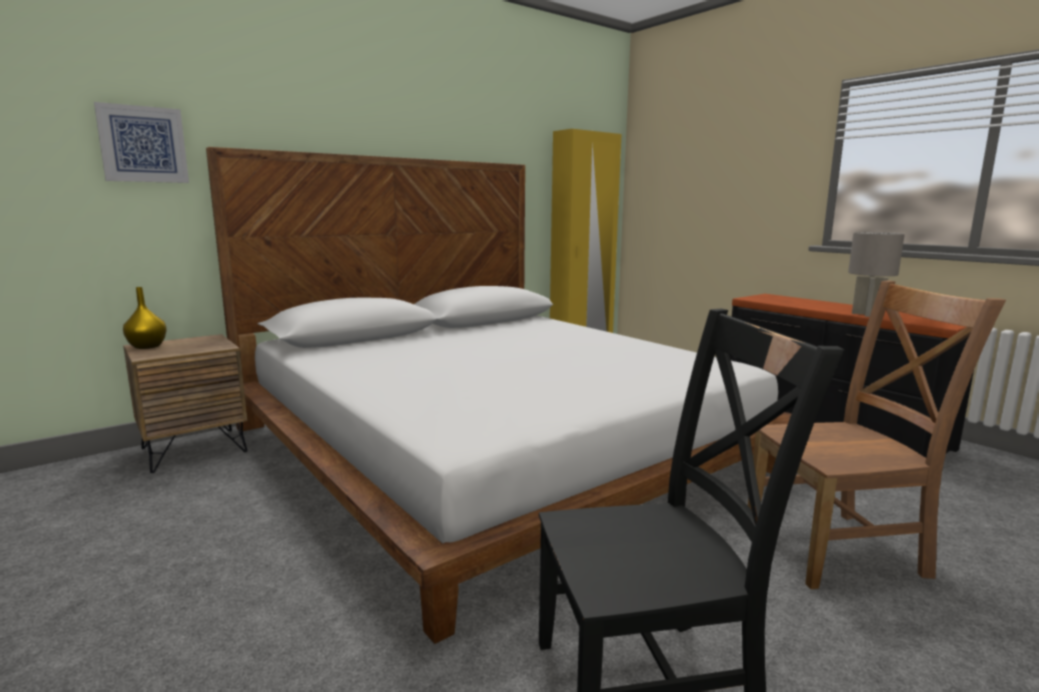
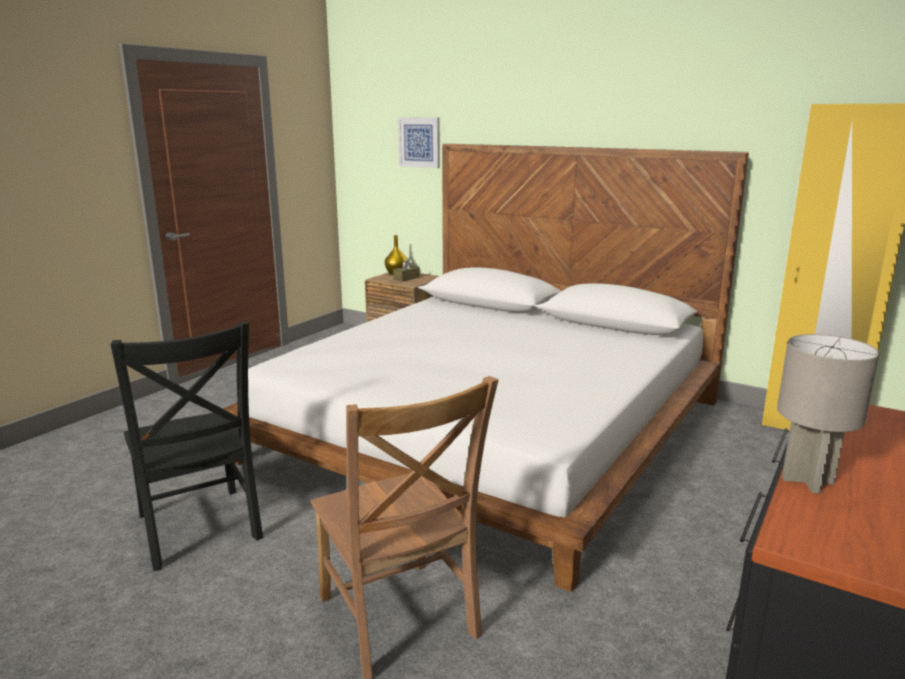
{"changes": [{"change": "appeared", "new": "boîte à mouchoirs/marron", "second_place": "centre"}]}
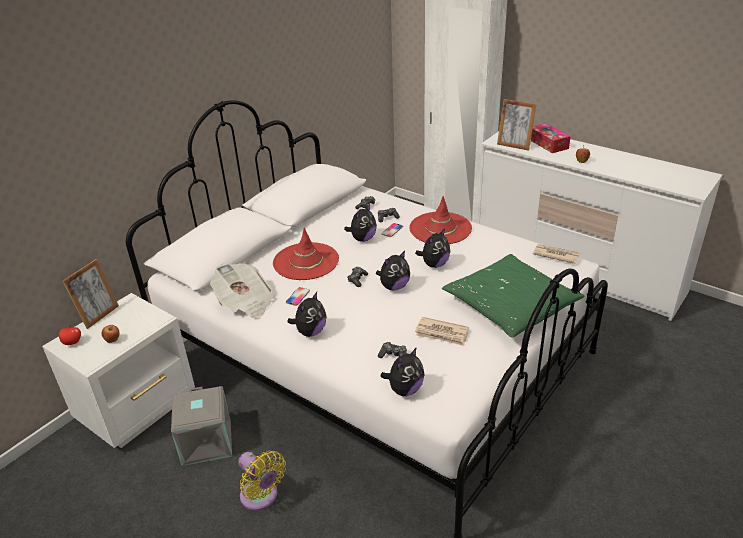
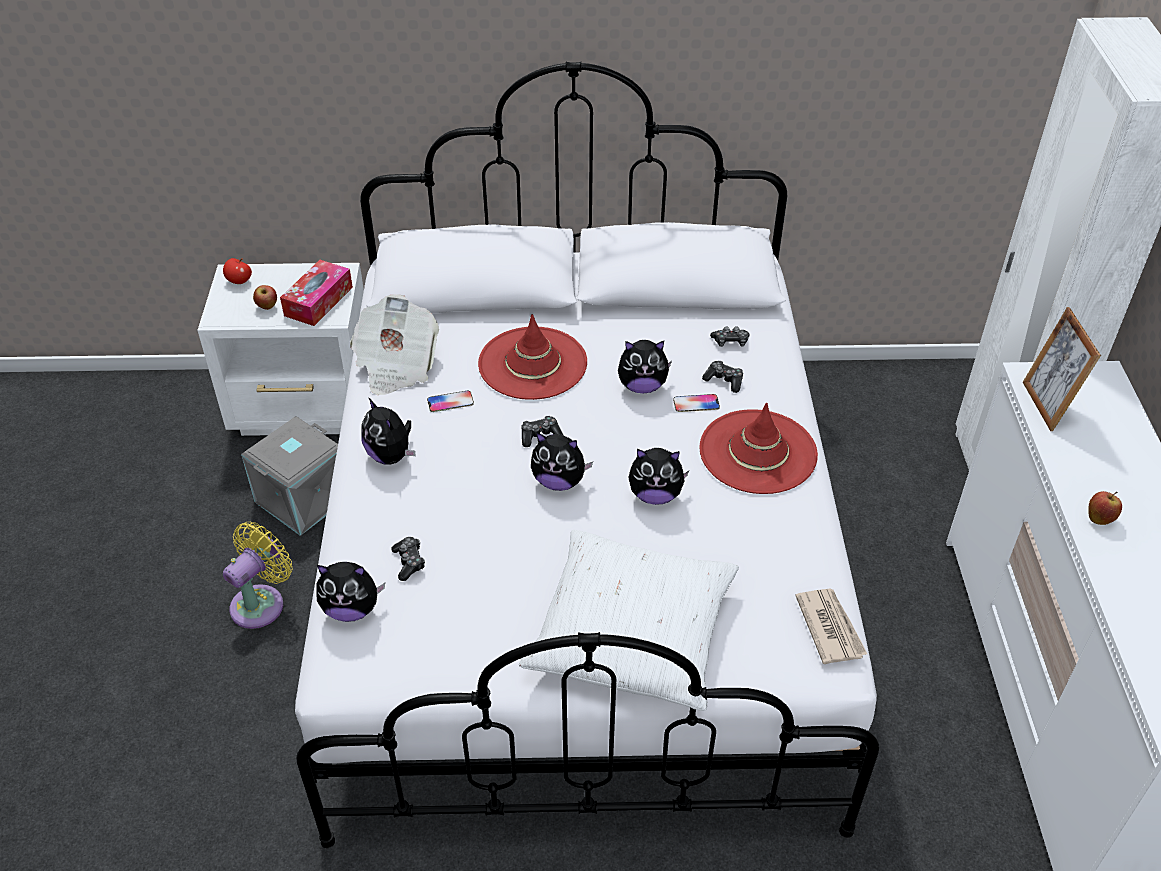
{"changes": [{"change": "relocated", "old": "boîte à mouchoirs", "first_place": "top right", "second_place": "middle left"}, {"change": "colour", "old": "coussin/vert", "new": "coussin/blanc", "first_place": "middle right", "second_place": "bottom centre"}, {"change": "missing", "old": "cadre photo (no. 1 from left)", "first_place": "middle left"}, {"change": "spun", "old": "peluche (no. 1 from left in the first image)", "first_place": "centre", "second_place": "centre", "degrees": 60}, {"change": "missing", "old": "journal (no. 2 from left)", "first_place": "centre"}, {"change": "spun", "old": "ventilateur/jaune", "first_place": "bottom centre", "second_place": "middle left", "degrees": -150}]}
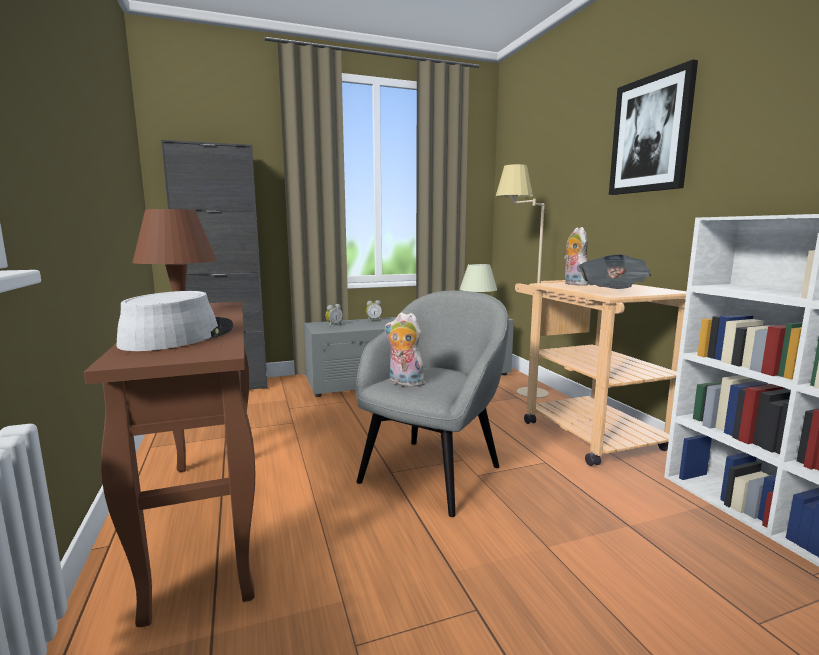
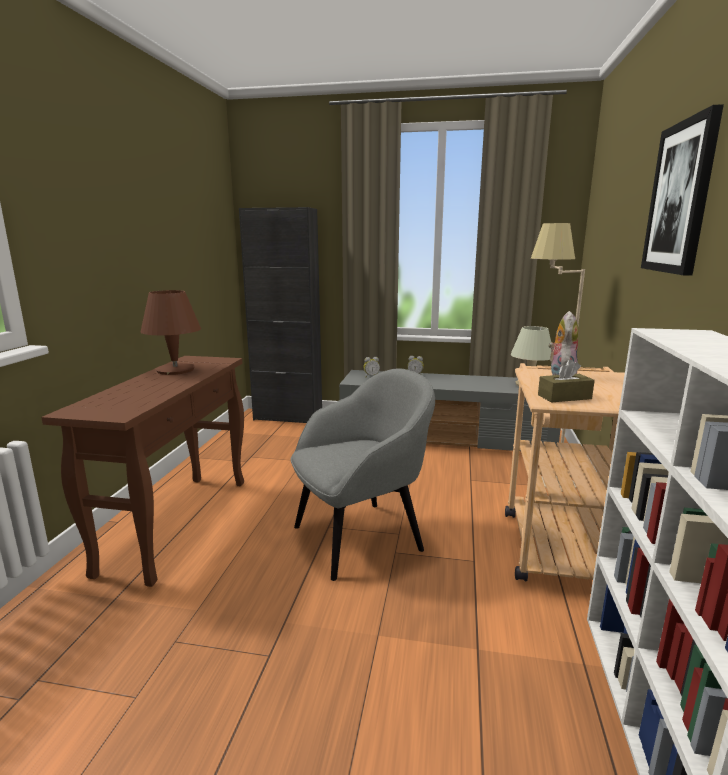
{"changes": [{"change": "exchanged", "old": "journal", "new": "boîte à mouchoirs/marron", "first_place": "middle right", "second_place": "middle right"}, {"change": "missing", "old": "chapeau/gris", "first_place": "middle left"}, {"change": "missing", "old": "peluche (no. 1 from left)", "first_place": "centre"}]}
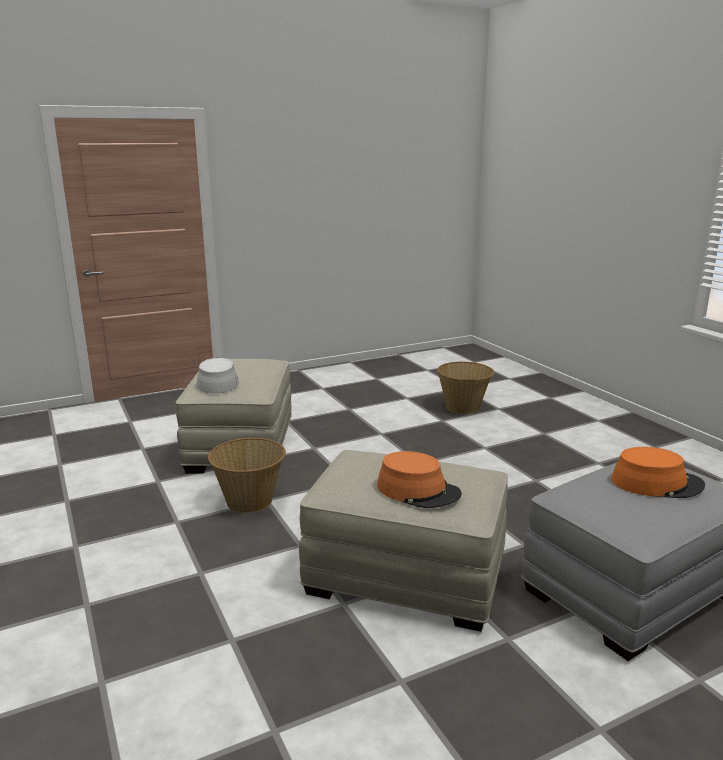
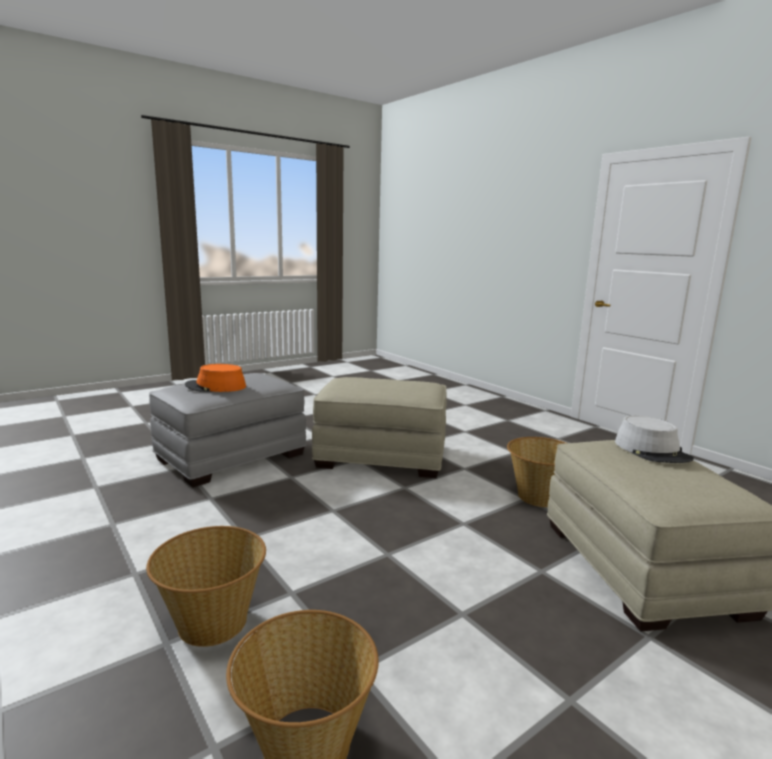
{"changes": [{"change": "missing", "old": "chapeau/orange (no. 1 from left)", "first_place": "centre"}, {"change": "appeared", "new": "panier (no. 1 from left)", "second_place": "bottom left"}]}
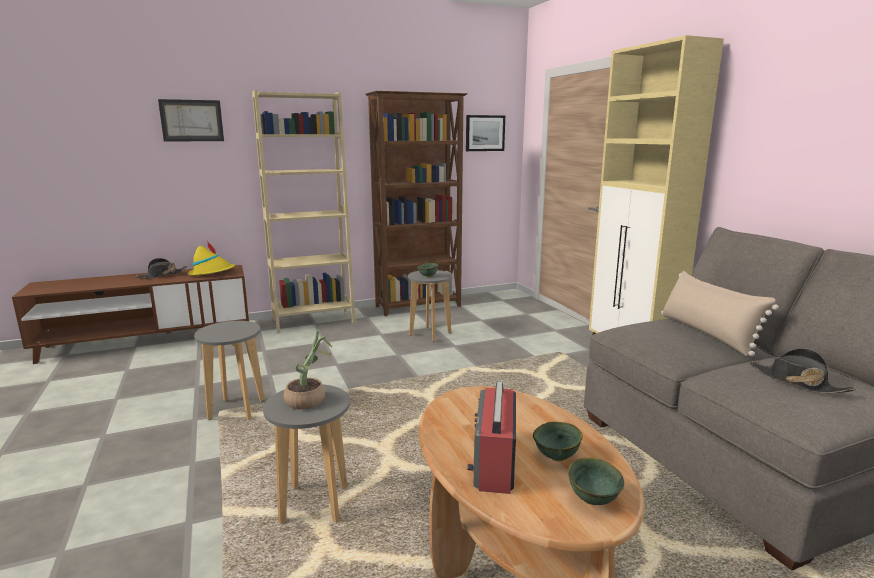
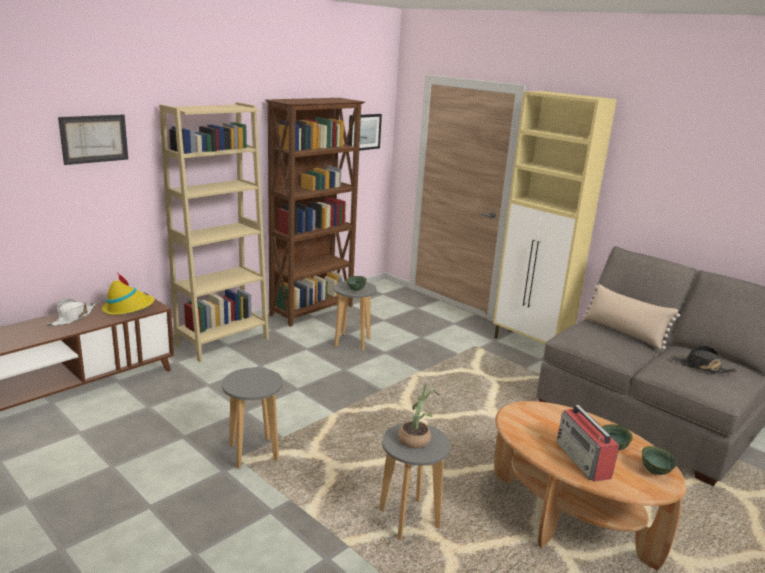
{"changes": [{"change": "colour", "old": "chapeau/noir (no. 1 from left)", "new": "chapeau/blanc", "first_place": "middle left", "second_place": "middle left"}]}
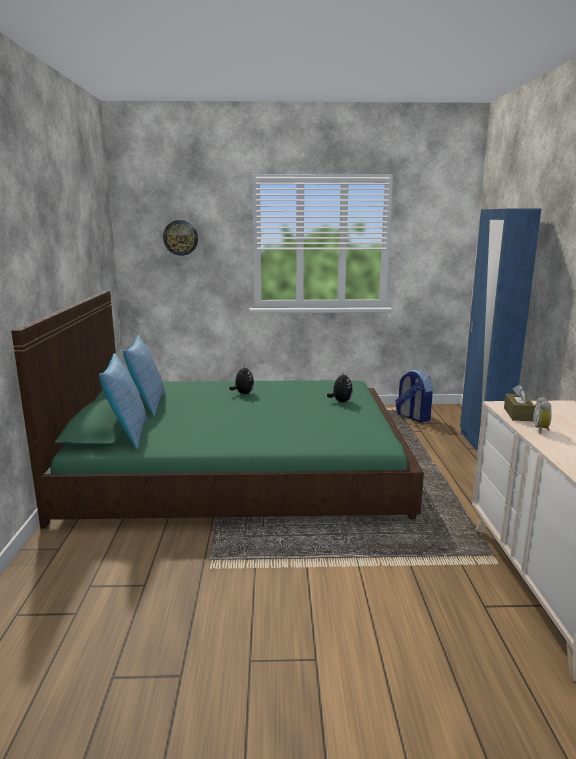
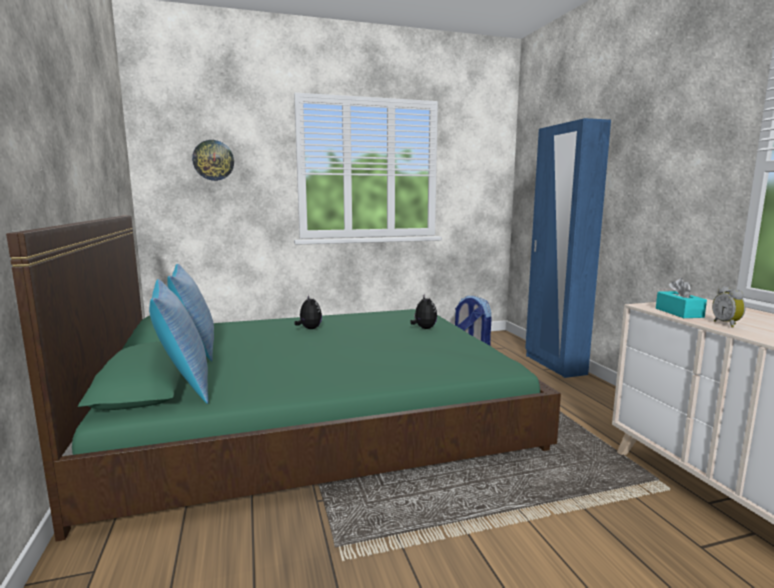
{"changes": [{"change": "colour", "old": "boîte à mouchoirs/marron", "new": "boîte à mouchoirs/turquoise", "first_place": "middle right", "second_place": "middle right"}]}
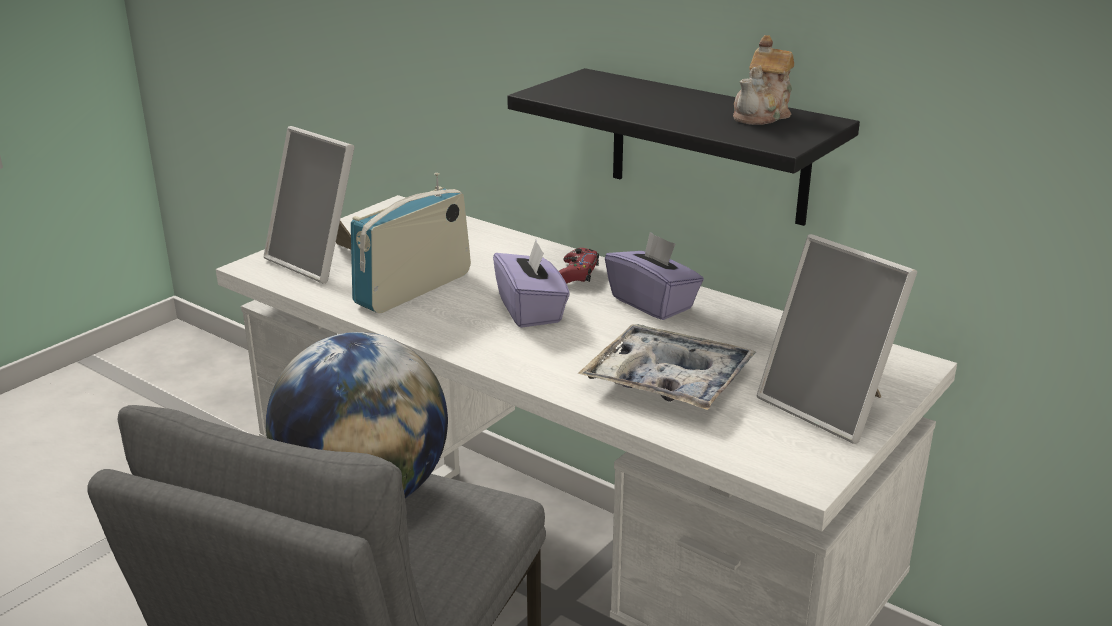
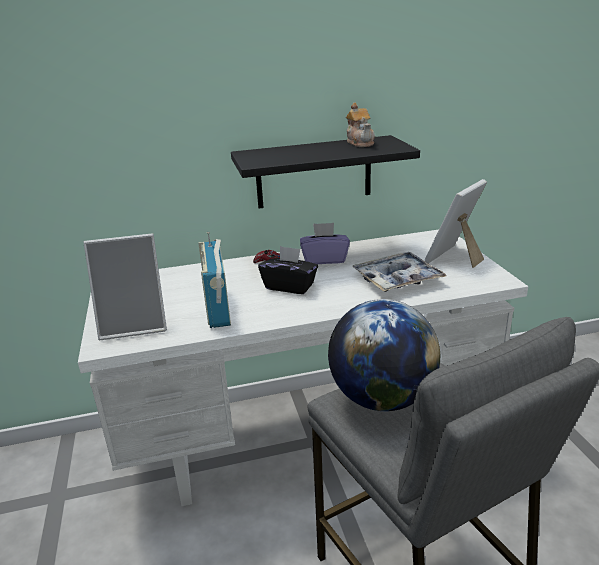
{"changes": [{"change": "spun", "old": "cadre photo (no. 2 from left)", "first_place": "middle right", "second_place": "middle right", "degrees": 135}, {"change": "colour", "old": "boîte à mouchoirs/violet (no. 1 from left)", "new": "boîte à mouchoirs/noir", "first_place": "centre", "second_place": "centre"}]}
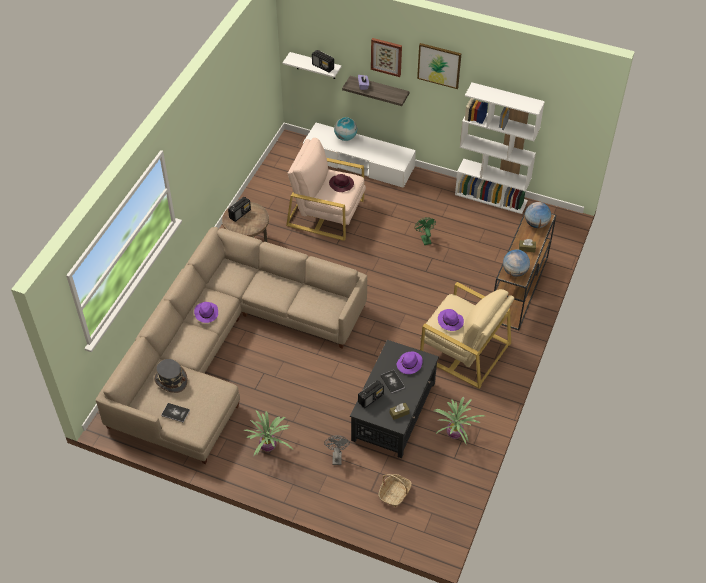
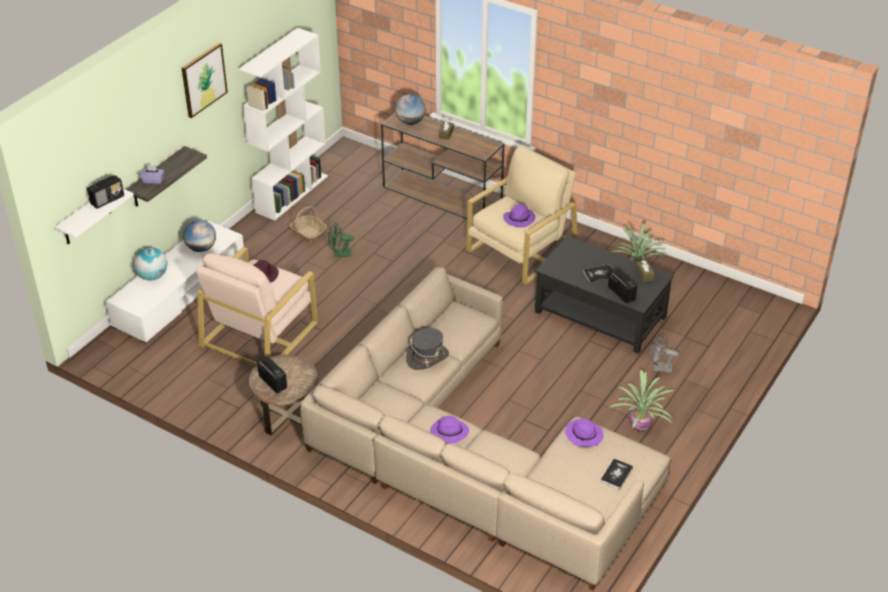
{"changes": [{"change": "missing", "old": "tableau (no. 1 from left)", "first_place": "top centre"}, {"change": "relocated", "old": "globe (no. 2 from left)", "first_place": "middle right", "second_place": "middle left"}, {"change": "relocated", "old": "chapeau/violet (no. 3 from left in the first image)", "new": "chapeau/violet (no. 4 from left)", "first_place": "centre", "second_place": "bottom centre"}, {"change": "relocated", "old": "chapeau/gris", "first_place": "middle left", "second_place": "centre"}, {"change": "relocated", "old": "panier", "first_place": "bottom centre", "second_place": "centre"}]}
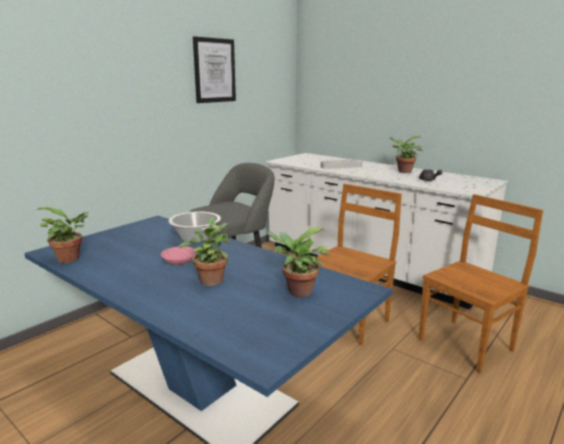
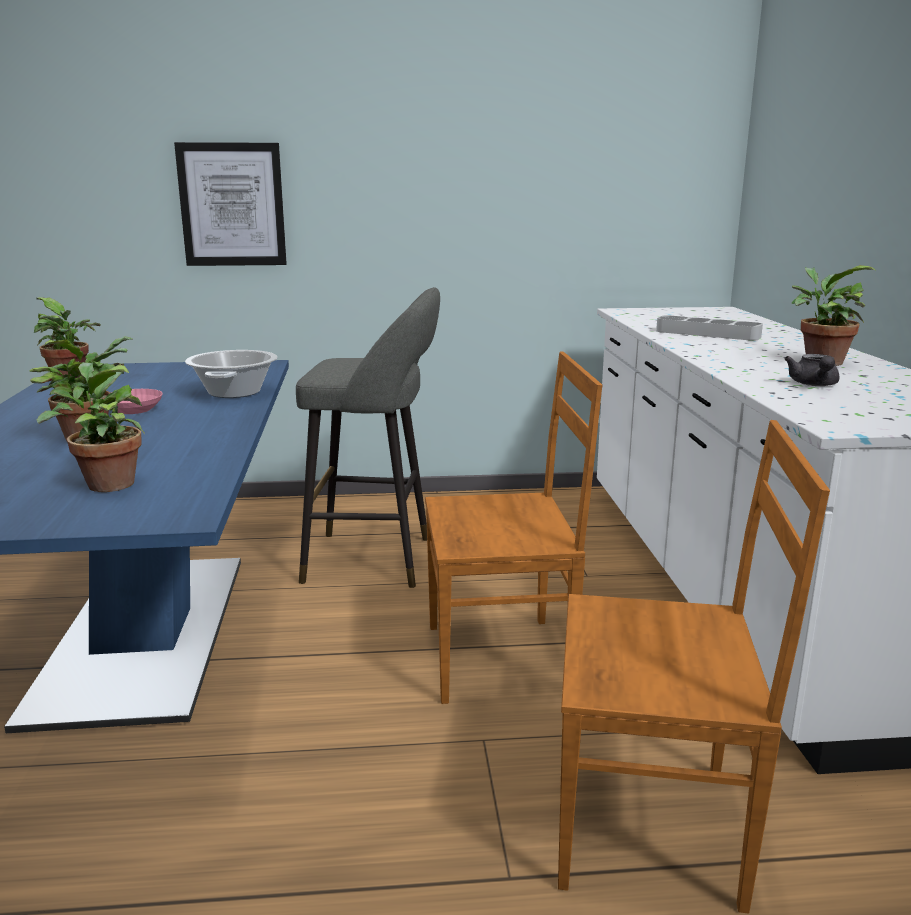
{"changes": [{"change": "relocated", "old": "tableau", "first_place": "top centre", "second_place": "top left"}]}
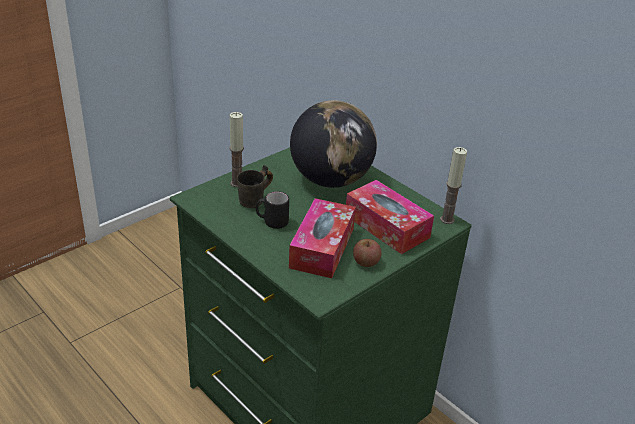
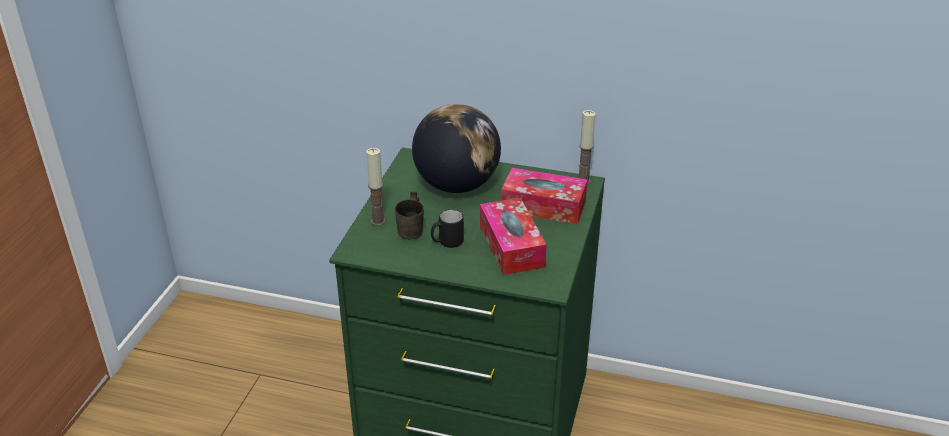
{"changes": [{"change": "missing", "old": "pomme", "first_place": "centre"}]}
